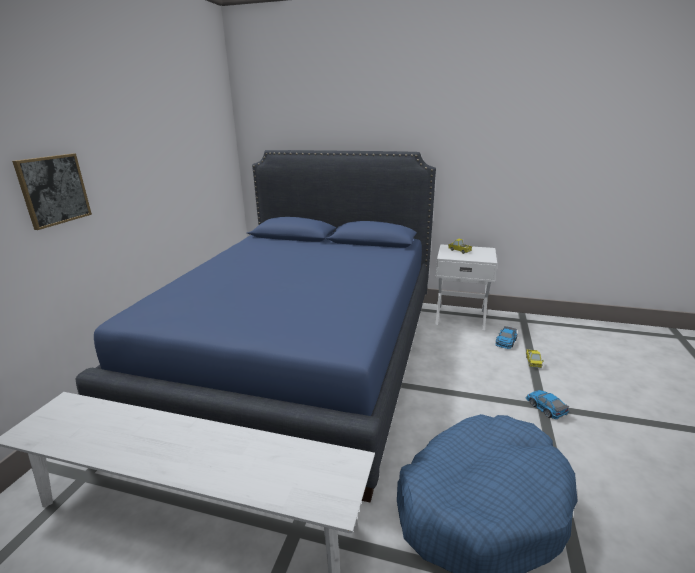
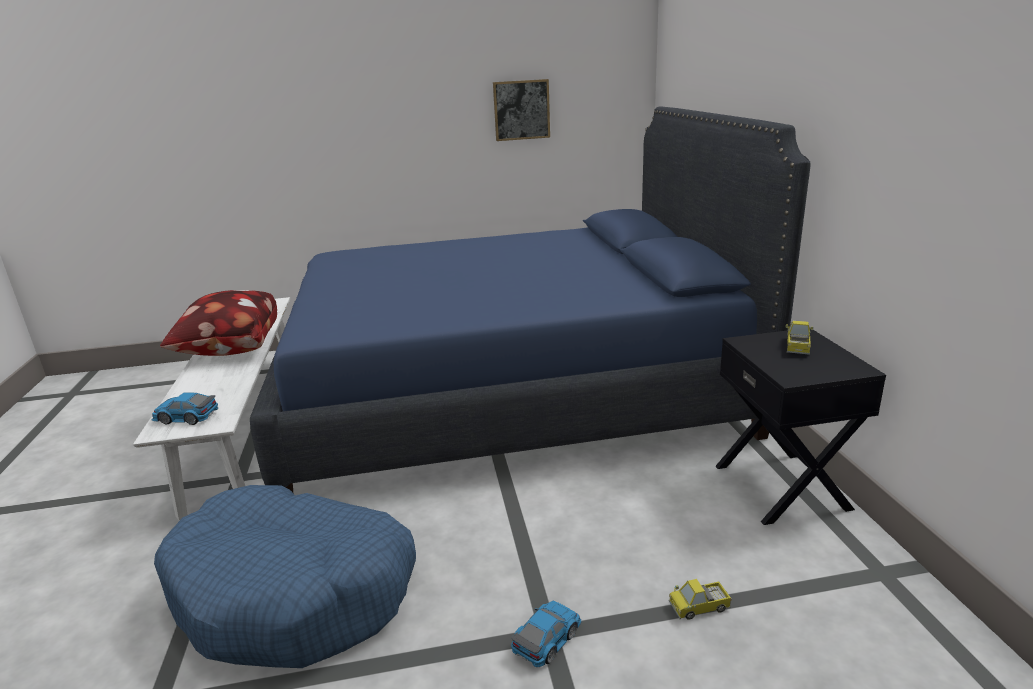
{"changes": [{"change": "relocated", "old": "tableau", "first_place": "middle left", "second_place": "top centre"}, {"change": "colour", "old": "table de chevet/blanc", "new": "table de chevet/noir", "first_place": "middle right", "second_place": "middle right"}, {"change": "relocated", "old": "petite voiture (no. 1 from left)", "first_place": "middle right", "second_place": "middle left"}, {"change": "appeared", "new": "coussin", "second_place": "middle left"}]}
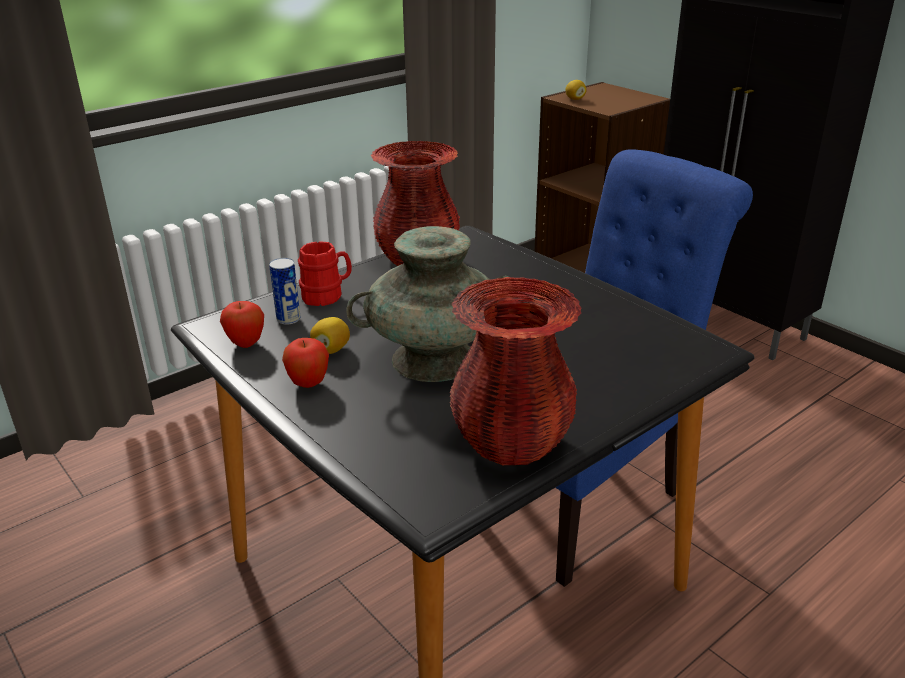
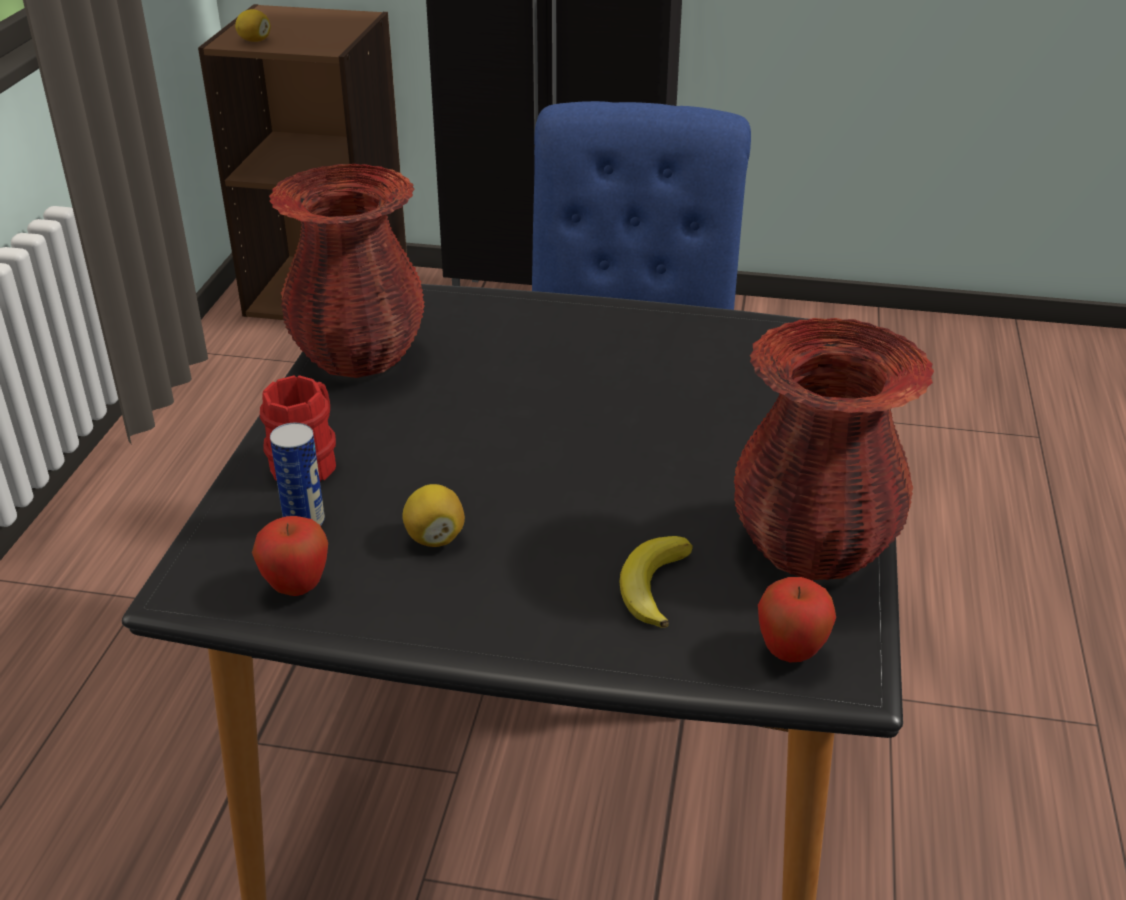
{"changes": [{"change": "missing", "old": "vase/turquoise", "first_place": "centre"}, {"change": "relocated", "old": "pomme (no. 2 from left)", "first_place": "centre", "second_place": "bottom right"}, {"change": "appeared", "new": "banane", "second_place": "centre"}]}
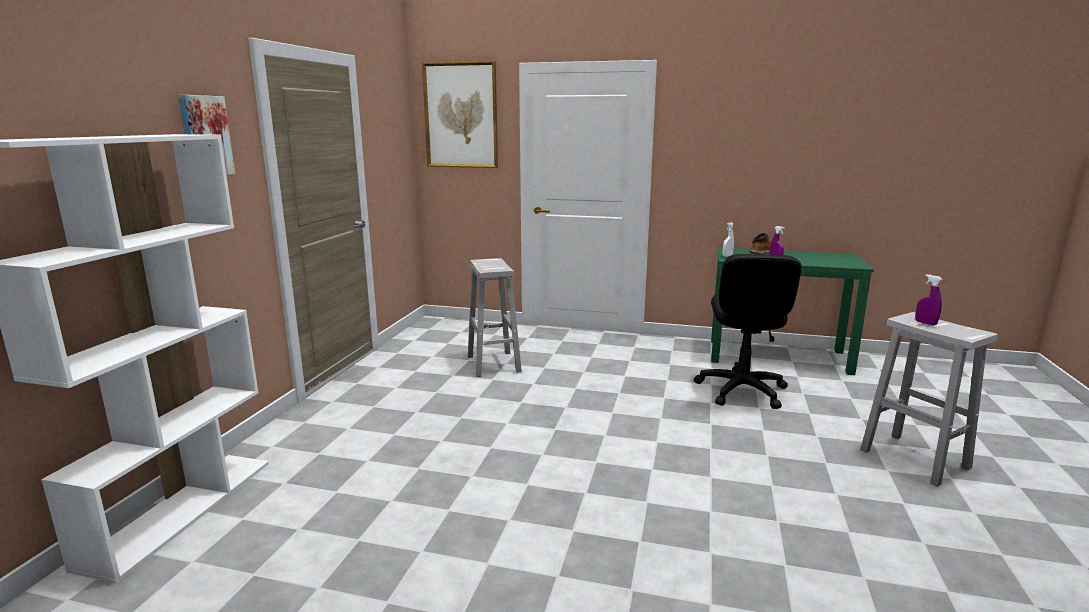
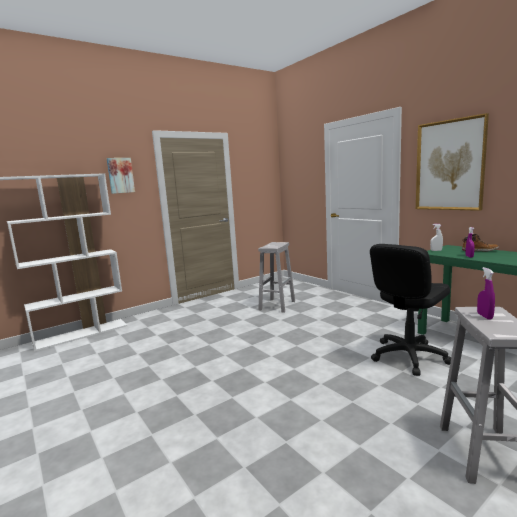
{"changes": [{"change": "relocated", "old": "tableau (no. 2 from left)", "first_place": "top centre", "second_place": "top right"}]}
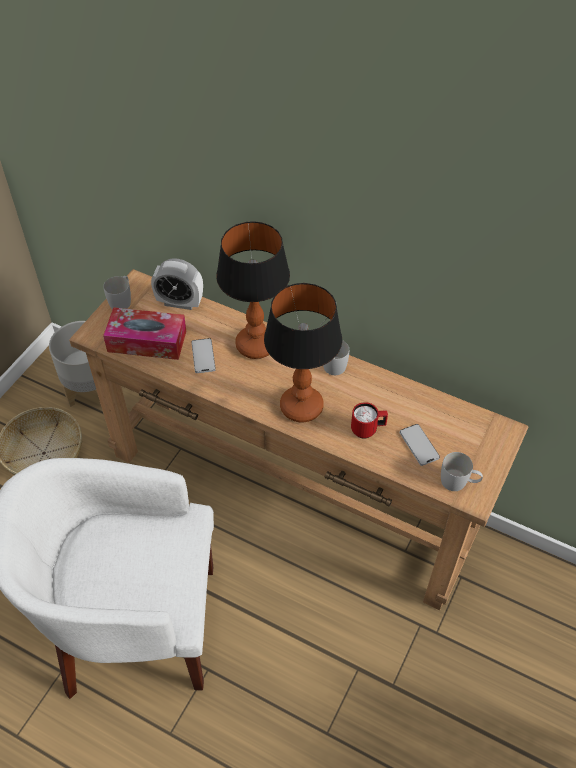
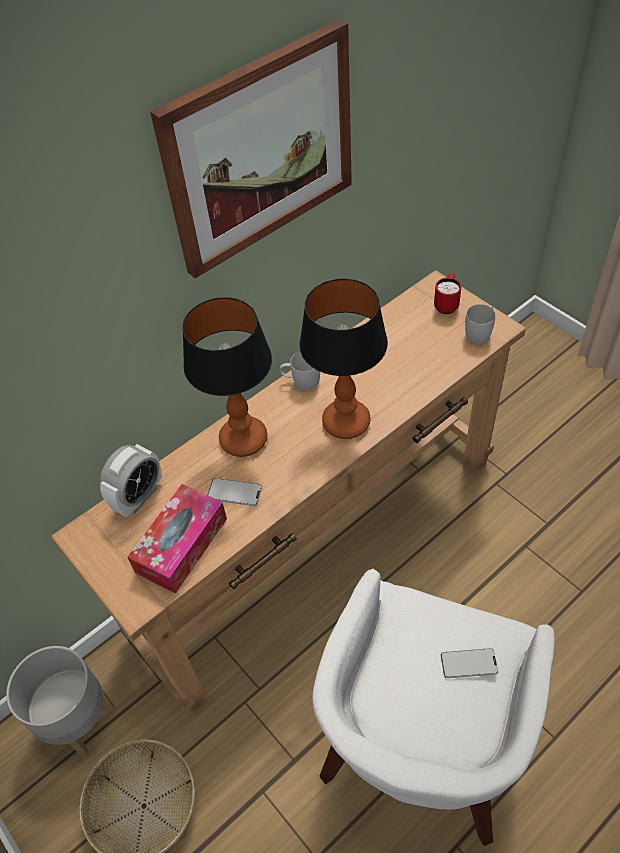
{"changes": [{"change": "missing", "old": "mug/blanc (no. 1 from left)", "first_place": "middle left"}, {"change": "relocated", "old": "mug/rouge", "first_place": "centre", "second_place": "middle right"}, {"change": "relocated", "old": "téléphone (no. 2 from left)", "first_place": "middle right", "second_place": "bottom right"}, {"change": "appeared", "new": "tableau", "second_place": "top centre"}]}
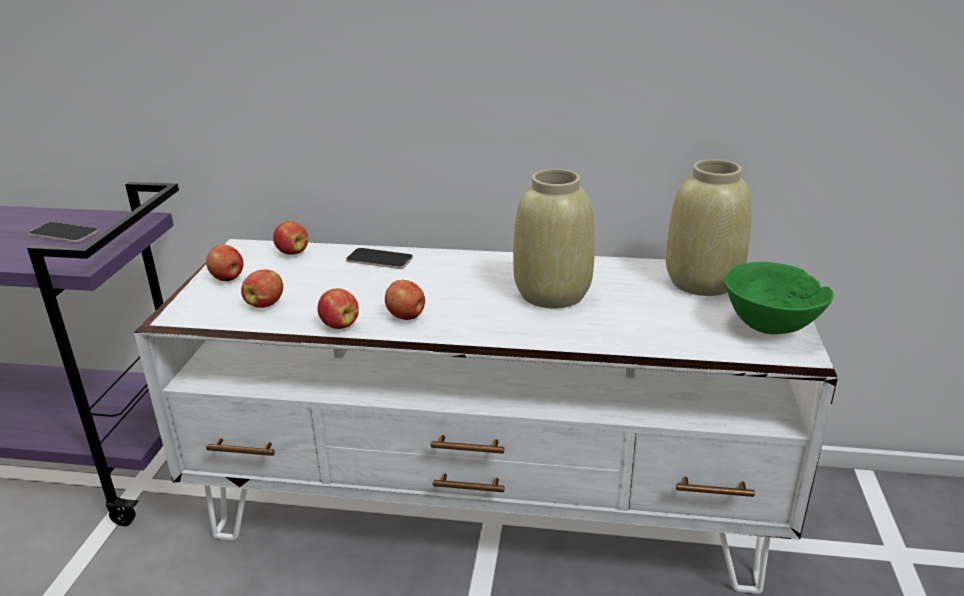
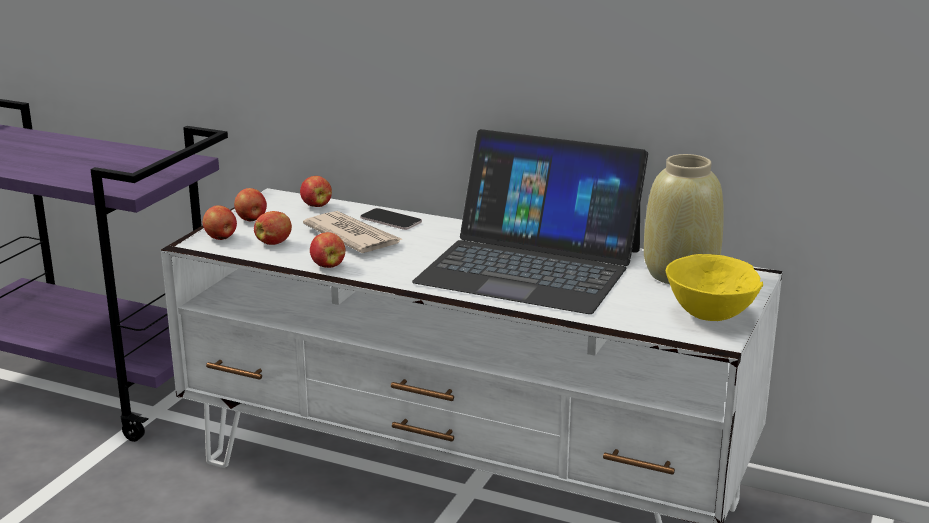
{"changes": [{"change": "exchanged", "old": "vase/beige (no. 1 from left)", "new": "ordinateur portable", "first_place": "centre", "second_place": "centre"}, {"change": "missing", "old": "téléphone (no. 1 from left)", "first_place": "middle left"}, {"change": "colour", "old": "bol/vert", "new": "bol/jaune", "first_place": "middle right", "second_place": "middle right"}, {"change": "relocated", "old": "pomme (no. 5 from left in the first image)", "new": "pomme (no. 1 from left)", "first_place": "centre", "second_place": "middle left"}, {"change": "appeared", "new": "journal", "second_place": "centre"}]}
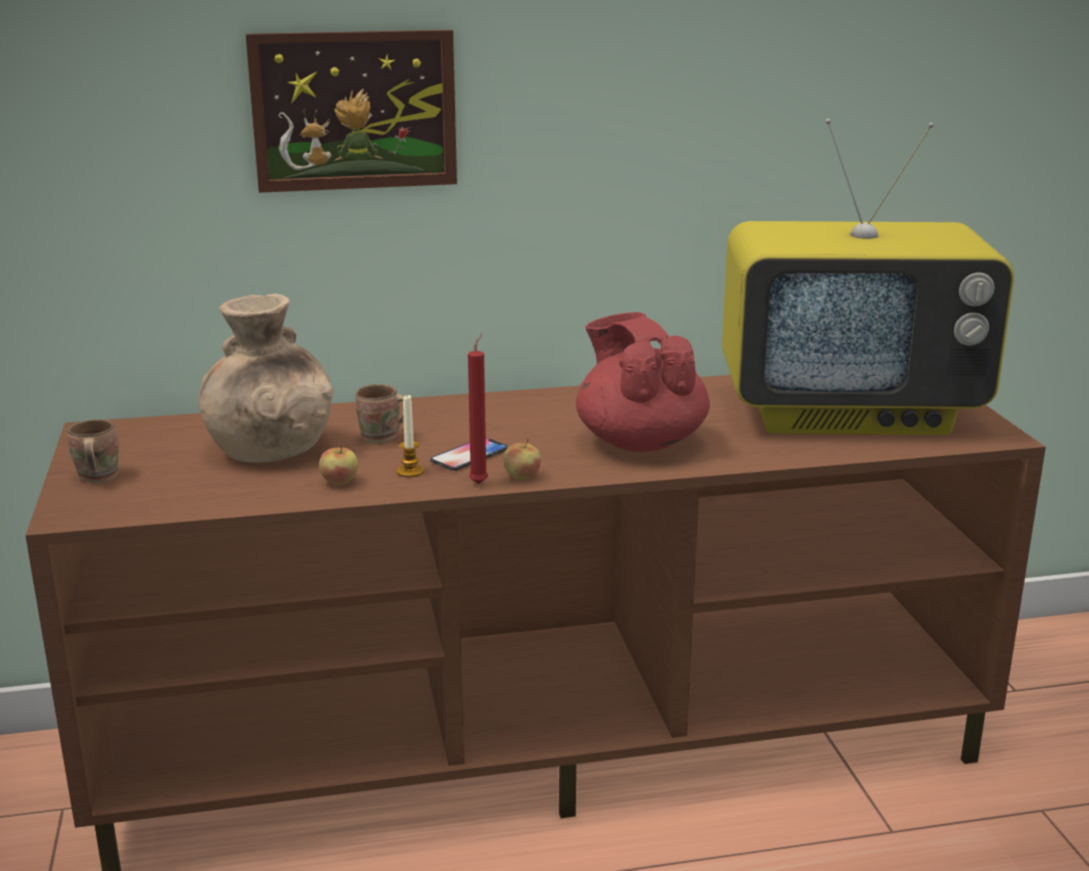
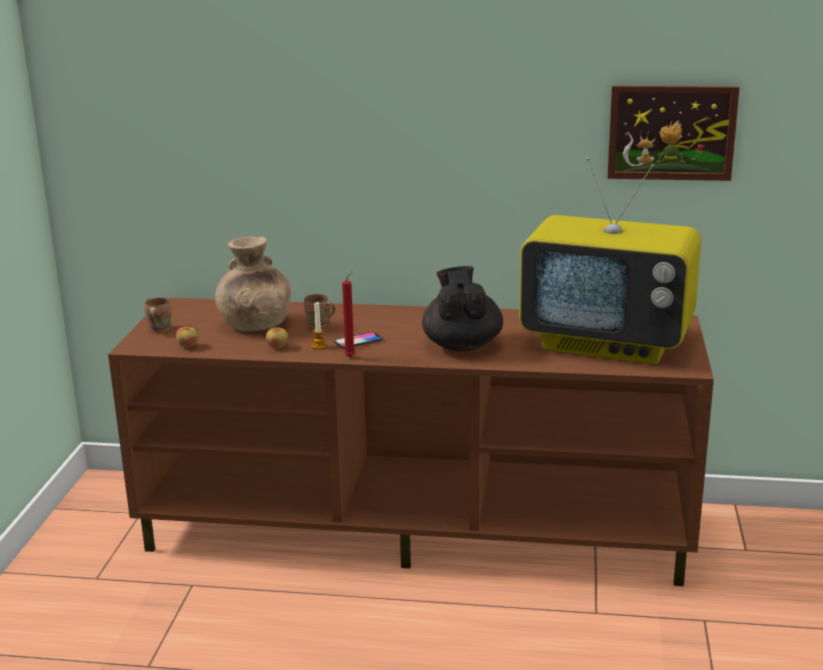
{"changes": [{"change": "relocated", "old": "tableau", "first_place": "top left", "second_place": "top right"}, {"change": "colour", "old": "théière/rouge", "new": "théière/noir", "first_place": "centre", "second_place": "centre"}, {"change": "relocated", "old": "pomme (no. 2 from left in the first image)", "new": "pomme (no. 1 from left)", "first_place": "centre", "second_place": "middle left"}]}
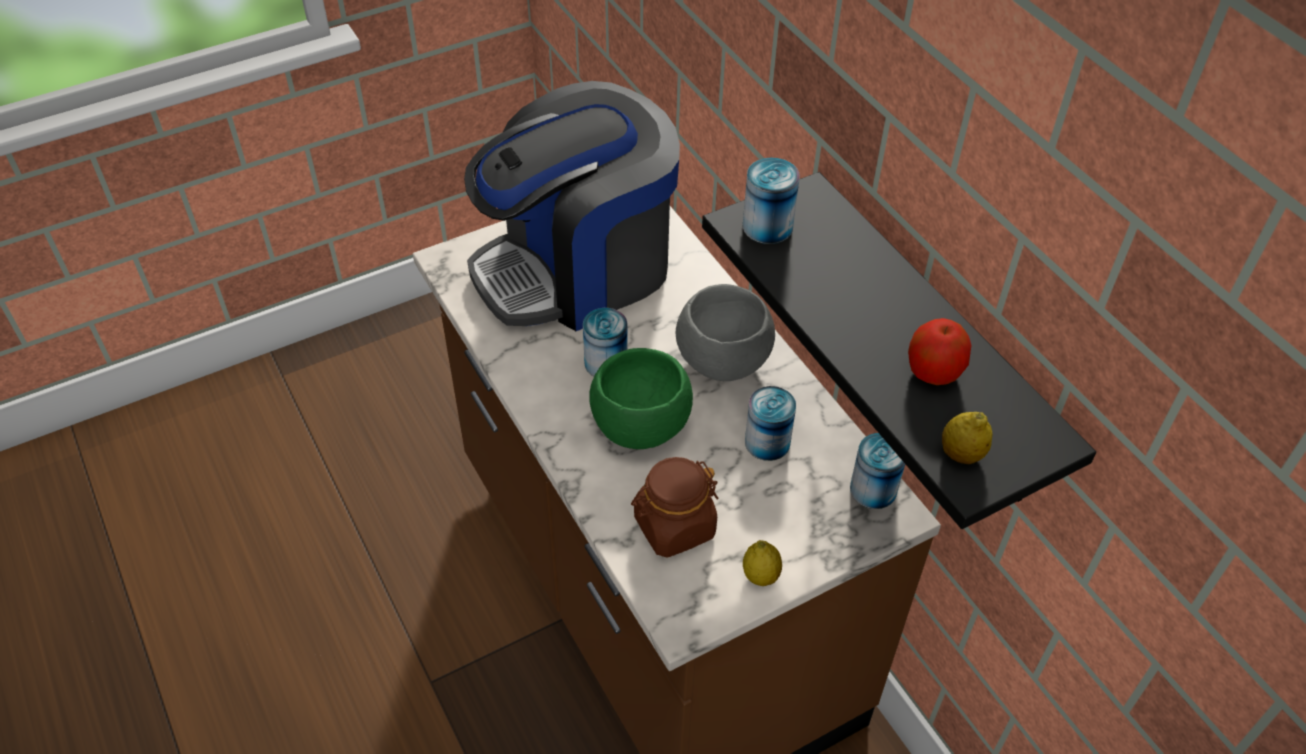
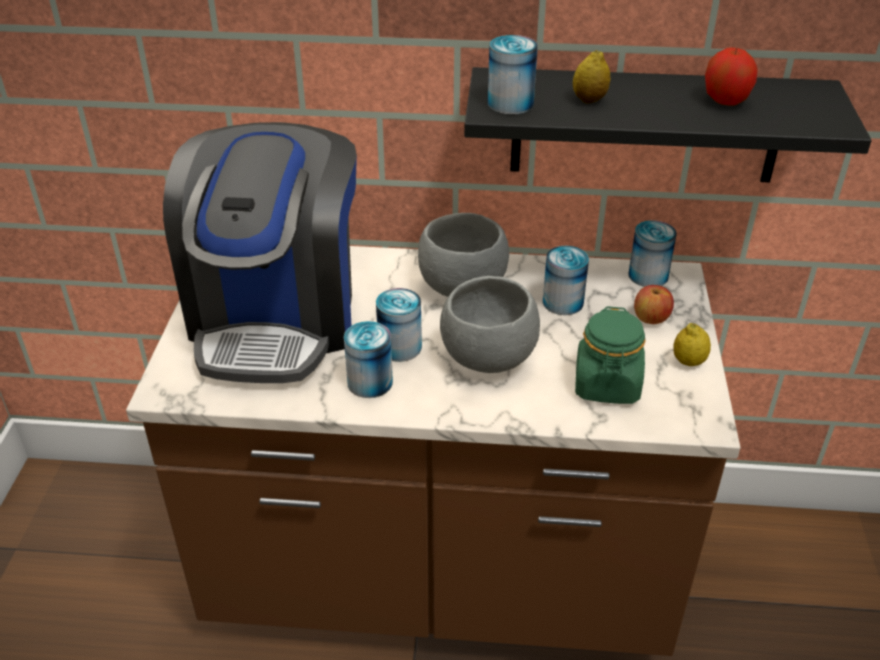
{"changes": [{"change": "colour", "old": "bol/vert", "new": "bol/gris (no. 2 from left)", "first_place": "centre", "second_place": "centre"}, {"change": "relocated", "old": "citron (no. 2 from left in the first image)", "new": "citron (no. 1 from left)", "first_place": "middle right", "second_place": "top right"}, {"change": "colour", "old": "bocal/marron", "new": "bocal/vert", "first_place": "bottom centre", "second_place": "middle right"}, {"change": "appeared", "new": "pomme (no. 1 from left)", "second_place": "middle right"}, {"change": "appeared", "new": "boîte métallique (no. 1 from left)", "second_place": "centre"}]}
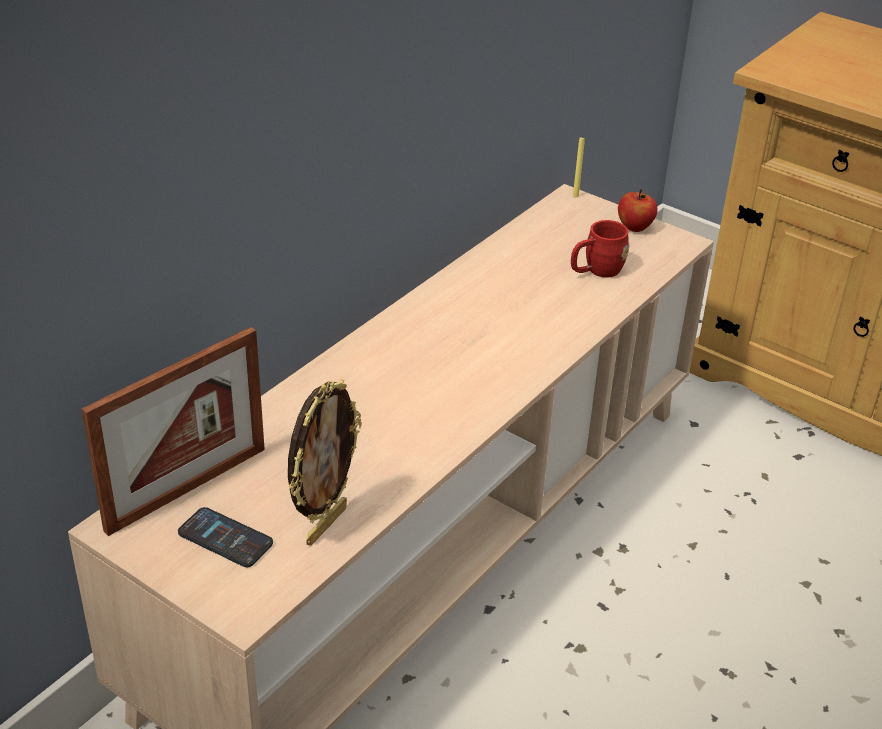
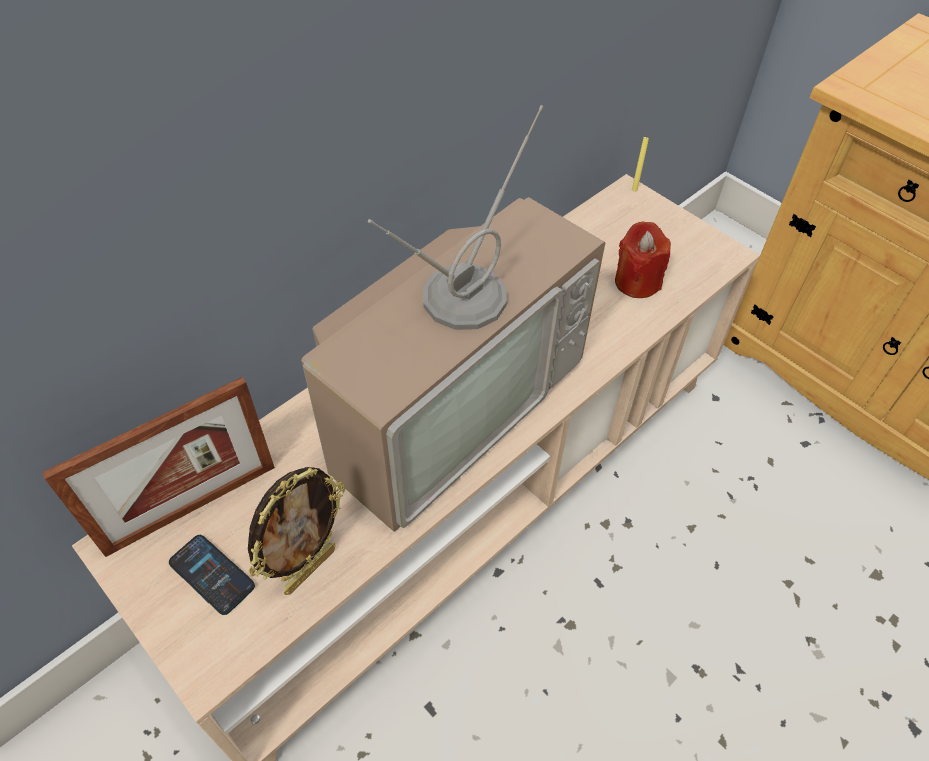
{"changes": [{"change": "missing", "old": "pomme", "first_place": "top right"}, {"change": "exchanged", "old": "mug/rouge", "new": "bougie/rouge", "first_place": "middle right", "second_place": "middle right"}, {"change": "appeared", "new": "téléviseur", "second_place": "centre"}]}
